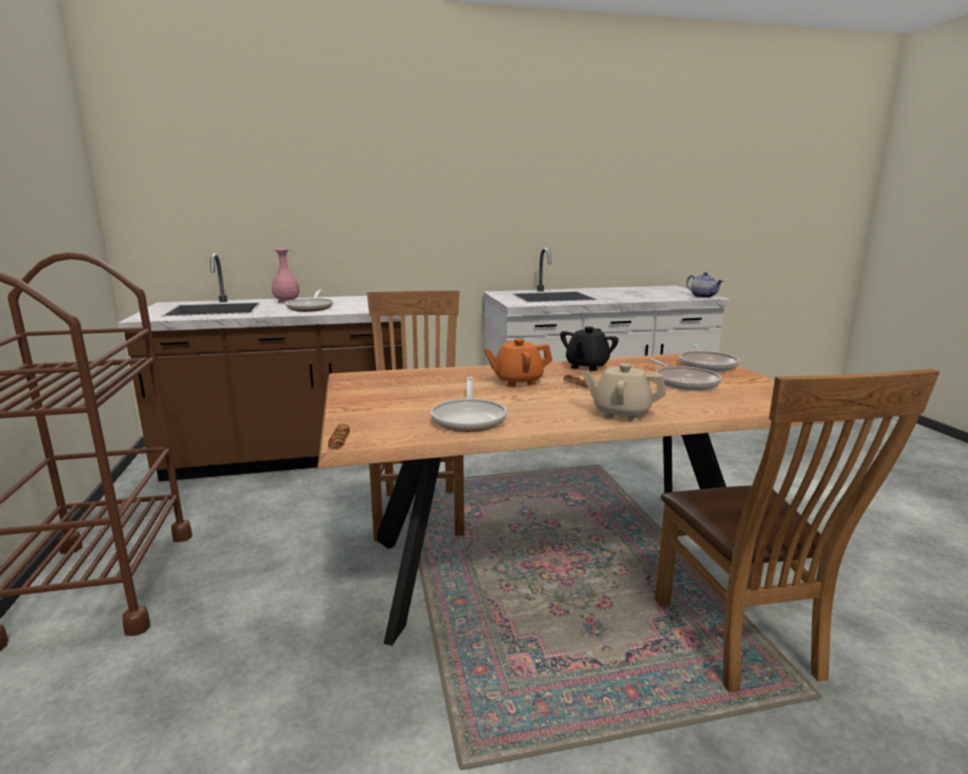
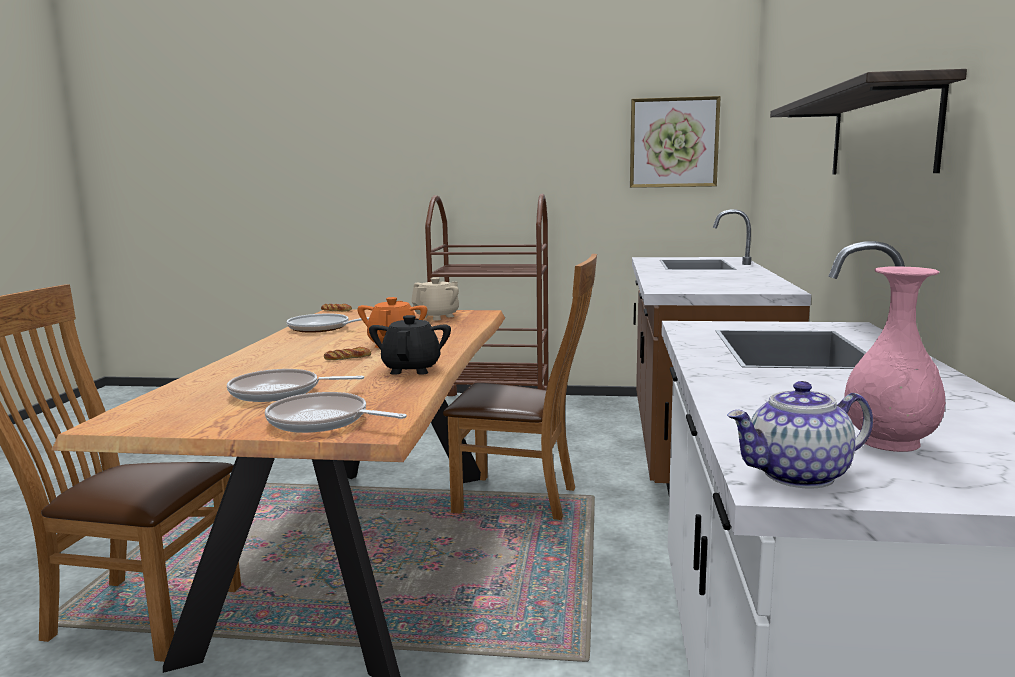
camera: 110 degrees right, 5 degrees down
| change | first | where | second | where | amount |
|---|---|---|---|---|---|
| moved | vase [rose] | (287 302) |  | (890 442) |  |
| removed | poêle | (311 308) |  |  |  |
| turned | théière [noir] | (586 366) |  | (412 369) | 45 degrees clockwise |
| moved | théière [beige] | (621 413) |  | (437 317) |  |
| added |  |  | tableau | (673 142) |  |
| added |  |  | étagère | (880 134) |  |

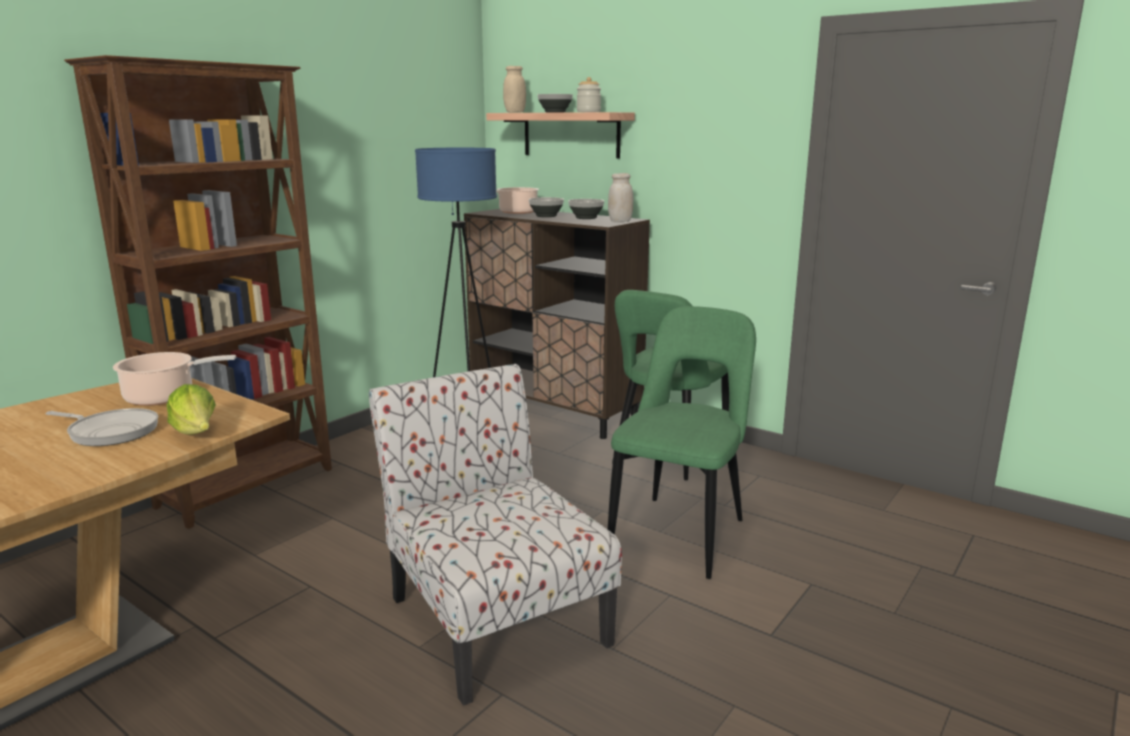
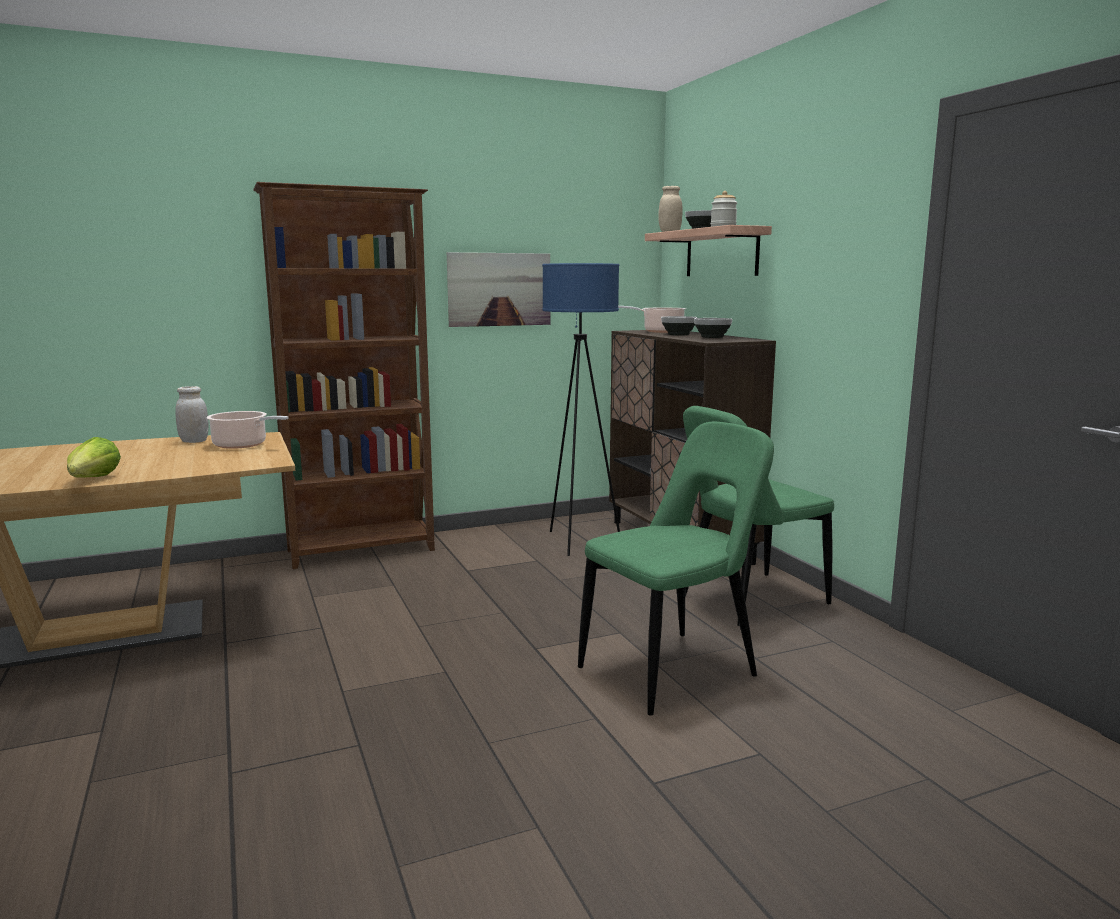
camera: 30 degrees right, 5 degrees down
| change | first | where | second | where | amount |
|---|---|---|---|---|---|
| removed | poêle | (110 432) |  |  |  |
| moved | laitue | (196 434) |  | (93 479) |  |
| removed | chaise | (494 617) |  |  |  |
| moved | bocal [blanc] | (620 221) |  | (194 441) |  |
| added |  |  | tableau | (499 289) |  |

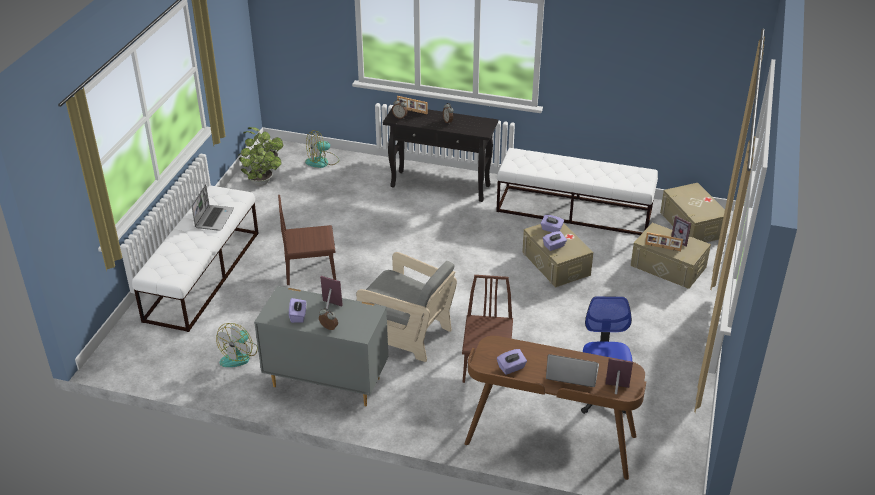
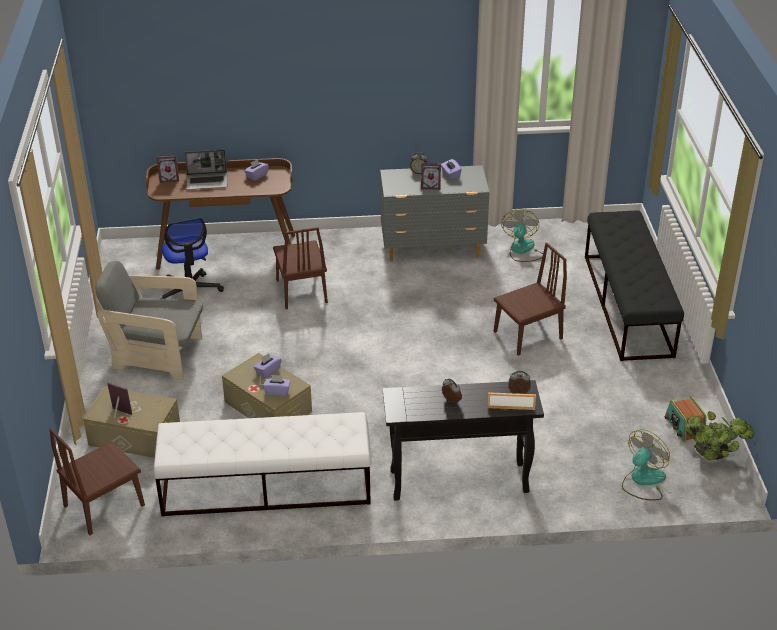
camera: 160 degrees right, 0 degrees up
| change | first | where | second | where | amount |
|---|---|---|---|---|---|
| recoloured | banc [blanc] | (203 275) | banc [noir] | (627 305) |  |
| removed | ordinateur portable | (214 218) |  |  |  |
| replaced | plante en pot | (262 182) | radio | (684 427) |  |
| moved | fauteuil [gris] | (406 334) |  | (158 355) |  |
| removed | cadre photo | (662 247) |  |  |  |
| replaced | boîte de rangement [beige] | (692 225) | chaise [marron] | (104 505) |  |

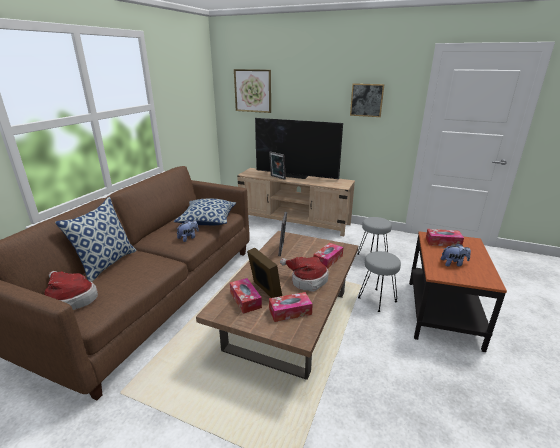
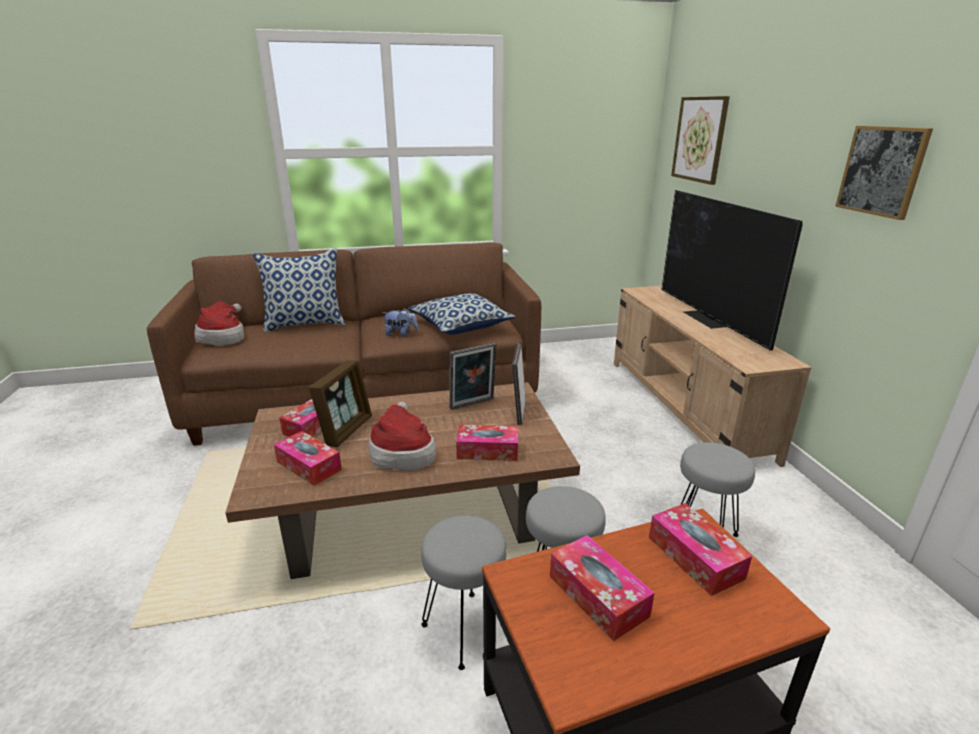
camera: 55 degrees right, 0 degrees up
| change | first | where | second | where | amount |
|---|---|---|---|---|---|
| moved | cadre photo | (277 177) |  | (518 412) |  |
| replaced | peluche | (453 264) | boîte à mouchoirs | (598 596) |  |
| added |  |  | tabouret [gris] | (465 629) |  |

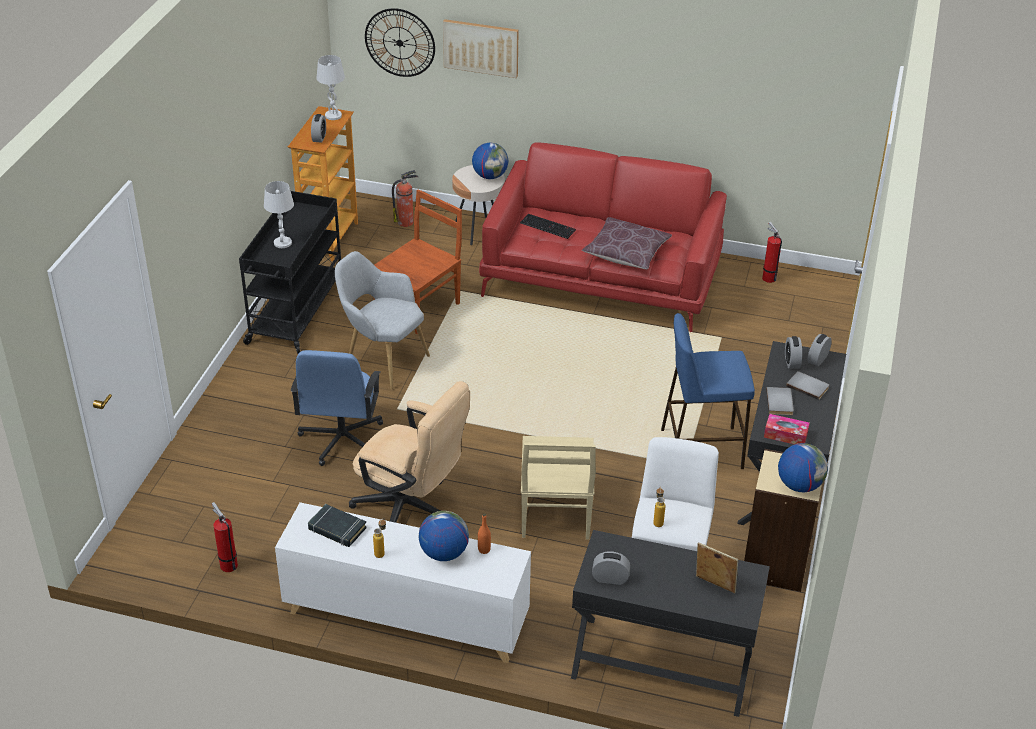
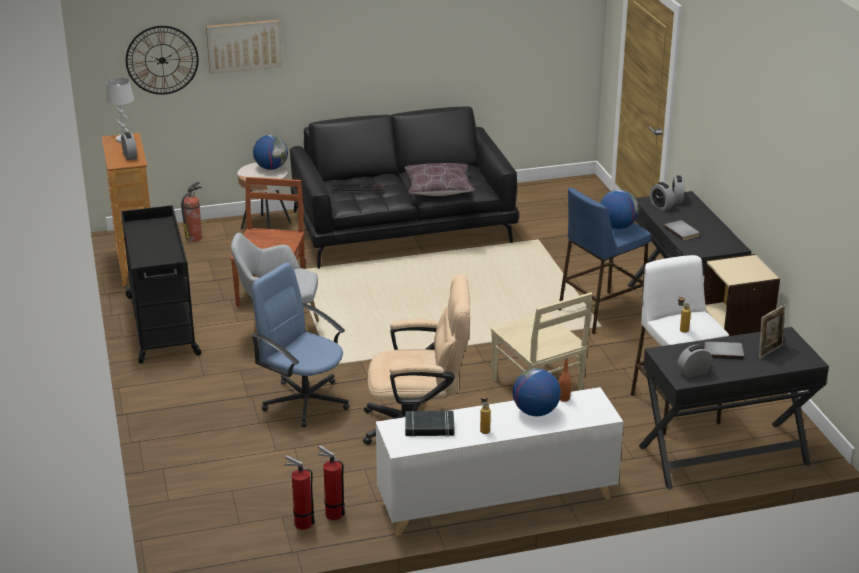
camera: 30 degrees left, 10 degrees down
| change | first | where | second | where | amount |
|---|---|---|---|---|---|
| removed | lampe de table [blanc] | (282 243) |  |  |  |
| turned | chaise de bureau [bleu] | (341 439) |  | (305 401) | 150 degrees clockwise |
| recoloured | canapé [rouge] | (602 276) | canapé [noir] | (403 227) |  |
| turned | cadre photo | (714 585) |  | (769 351) | 135 degrees clockwise |
| moved | extincteur | (768 277) |  | (332 513) |  |
| removed | boîte à mouchoirs | (785 435) |  |  |  |
| moved | globe | (799 485) |  | (617 226) |  |
| moved | livre [gris] | (808 386) |  | (723 351) |  |

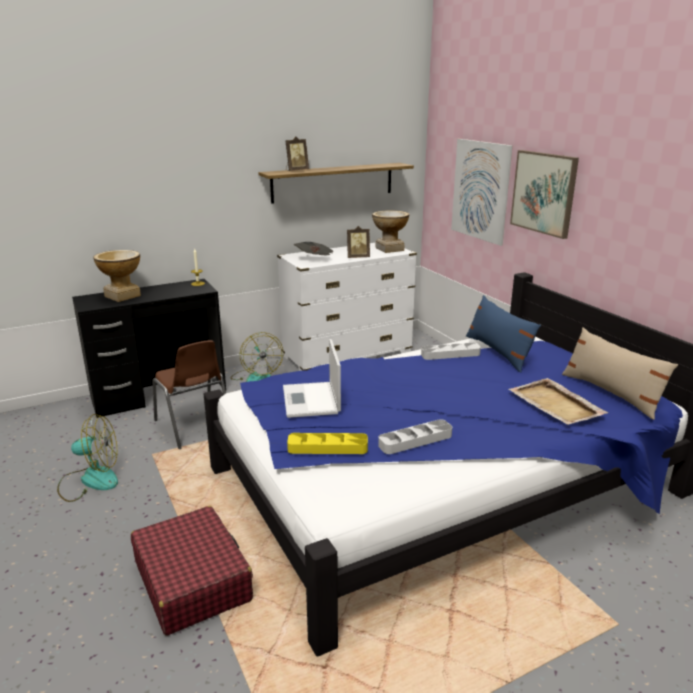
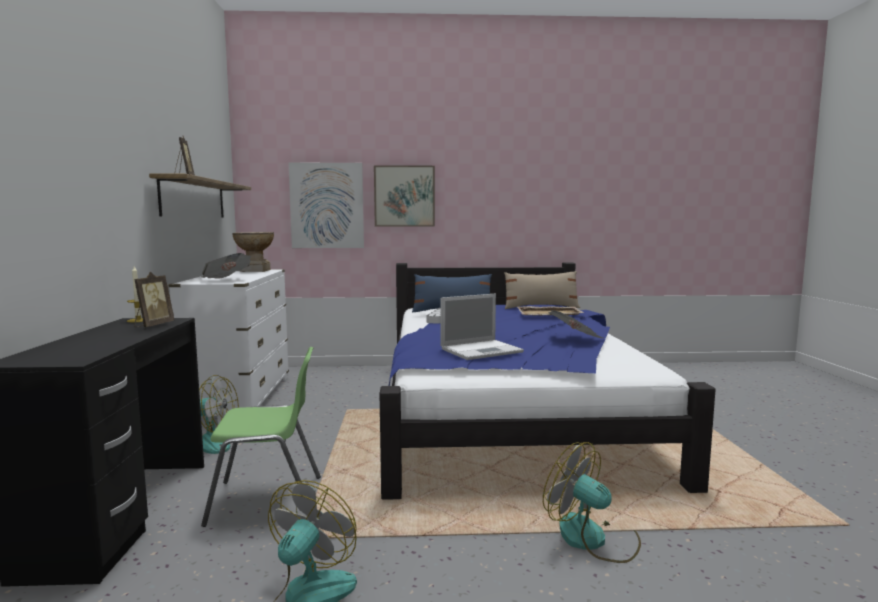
camera: 65 degrees left, 15 degrees down
| change | first | where | second | where | amount |
|---|---|---|---|---|---|
| removed | vase | (122 296) |  |  |  |
| replaced | valise [rouge] | (192 580) | ventilateur | (593 539) |  |
| recoloured | chaise [marron] | (194 427) | chaise [vert] | (268 499) |  |
| turned | ordinateur portable | (311 401) |  | (482 350) | 45 degrees counterclockwise |
| removed | plateau [jaune] | (327 447) |  |  |  |
| moved | cadre photo | (357 257) |  | (153 325) |  |
| replaced | plateau [gris] | (415 440) | journal | (576 339) |  |

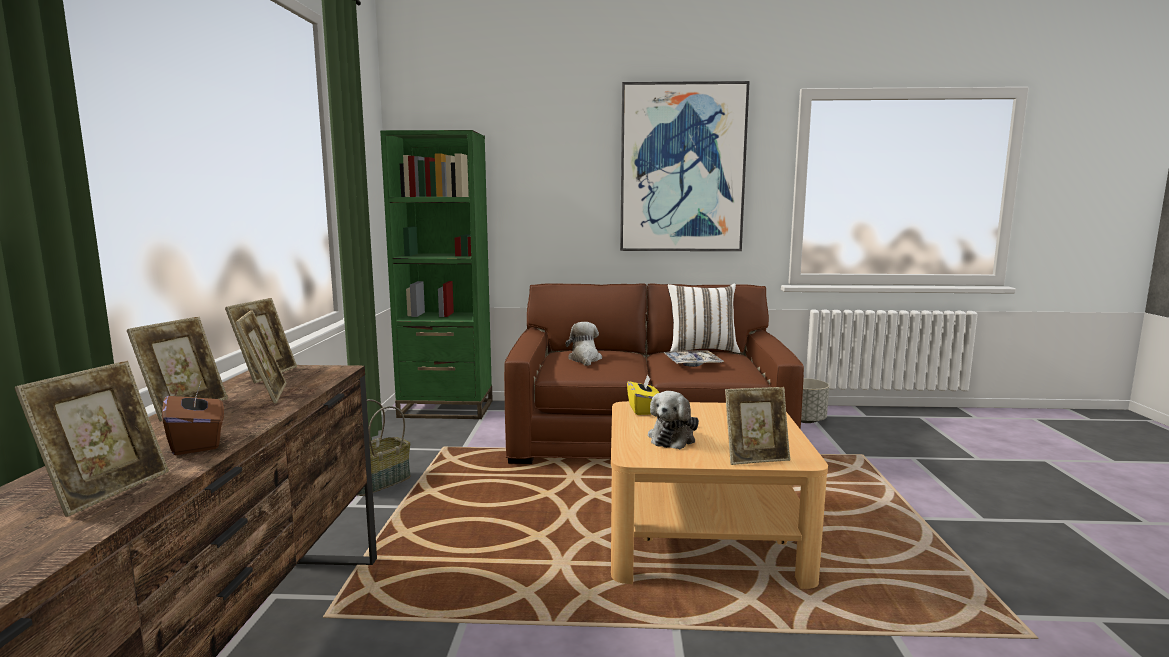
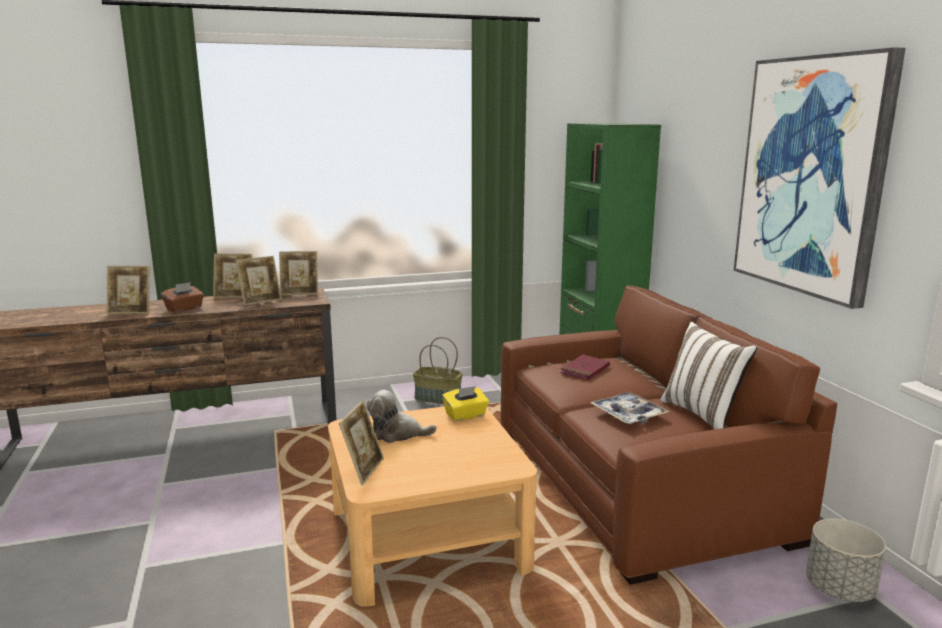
camera: 70 degrees right, 5 degrees up
| change | first | where | second | where | amount |
|---|---|---|---|---|---|
| replaced | peluche | (585 359) | livre [rouge] | (585 370) |  |
| turned | cadre photo | (756 458) |  | (363 470) | 135 degrees counterclockwise |

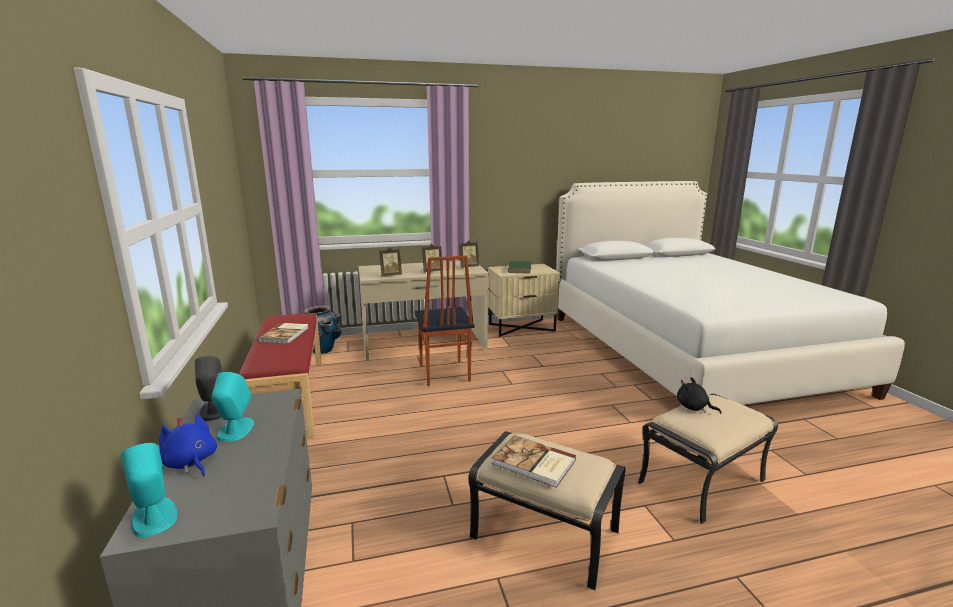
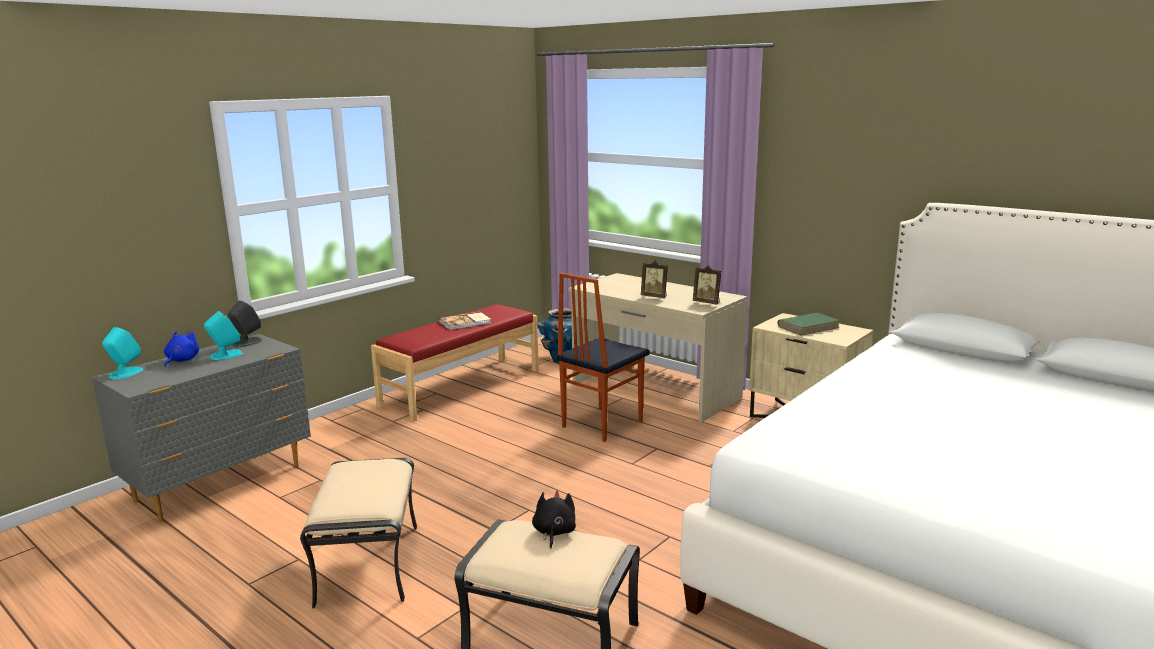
camera: 55 degrees right, 0 degrees up
| change | first | where | second | where | amount |
|---|---|---|---|---|---|
| removed | cadre photo | (390 275) |  |  |  |
| removed | livre | (533 463) |  |  |  |

